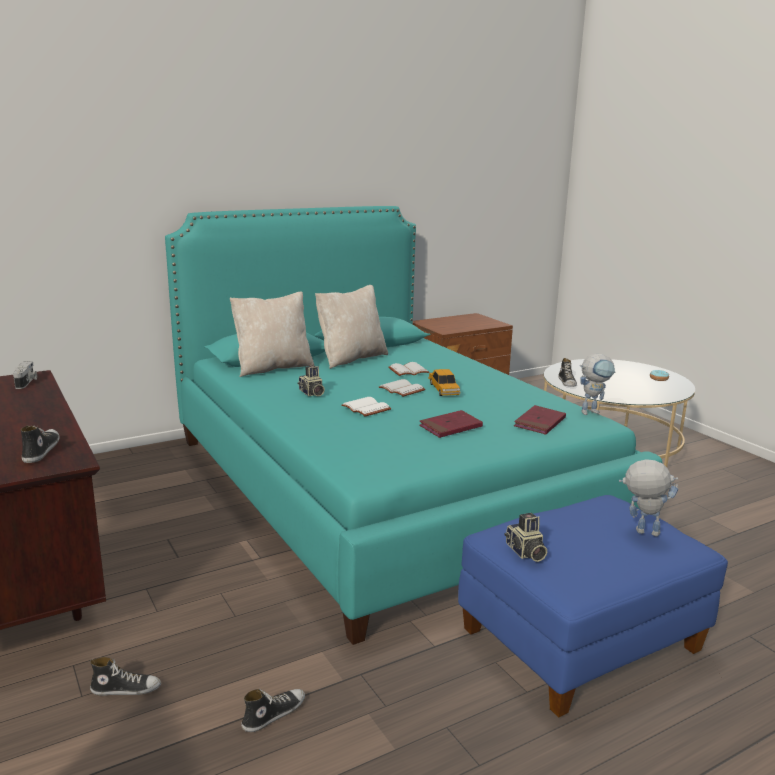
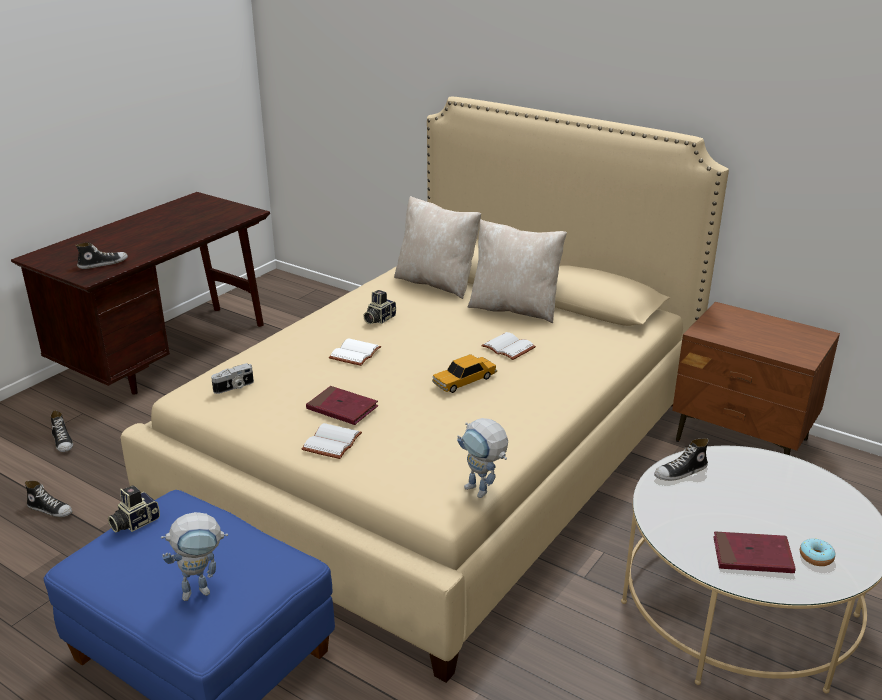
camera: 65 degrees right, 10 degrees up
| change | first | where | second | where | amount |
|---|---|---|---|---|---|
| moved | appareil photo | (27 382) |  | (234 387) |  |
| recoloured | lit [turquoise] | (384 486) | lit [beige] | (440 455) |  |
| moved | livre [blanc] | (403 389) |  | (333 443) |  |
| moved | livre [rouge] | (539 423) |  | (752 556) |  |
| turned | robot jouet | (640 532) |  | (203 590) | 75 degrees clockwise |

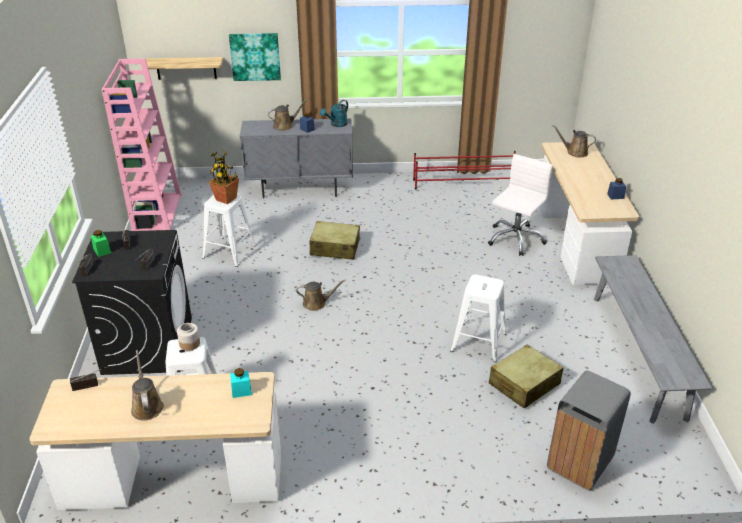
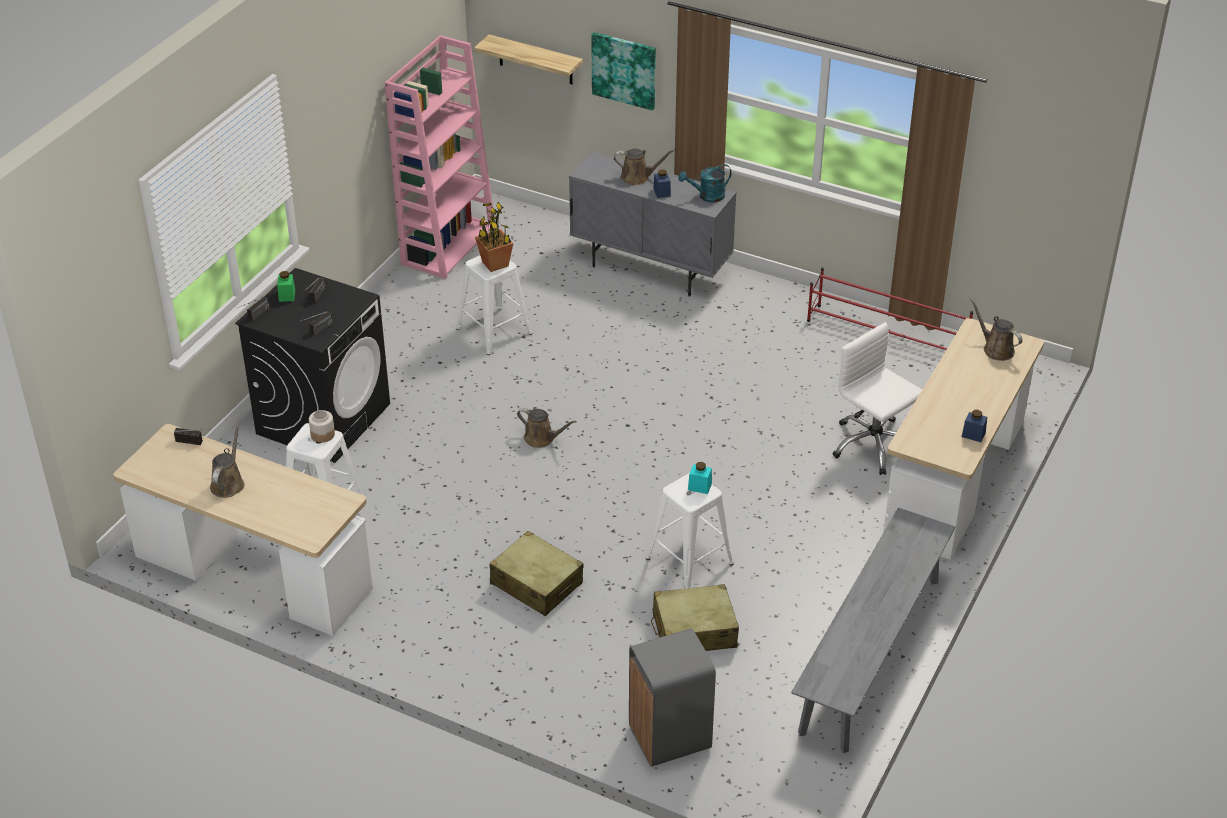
camera: 30 degrees right, 5 degrees up
| change | first | where | second | where | amount |
|---|---|---|---|---|---|
| moved | bocal [turquoise] | (241 391) |  | (699 486) |  |
| moved | valise [beige] | (335 248) |  | (536 583) |  |
| turned | chaise de bureau [blanc] | (515 239) |  | (873 445) | 105 degrees counterclockwise |

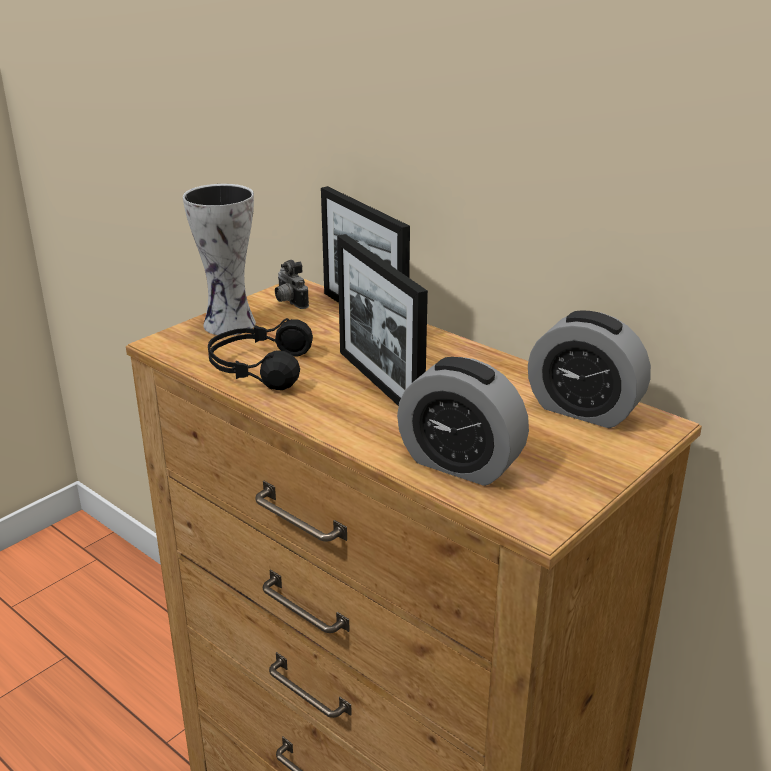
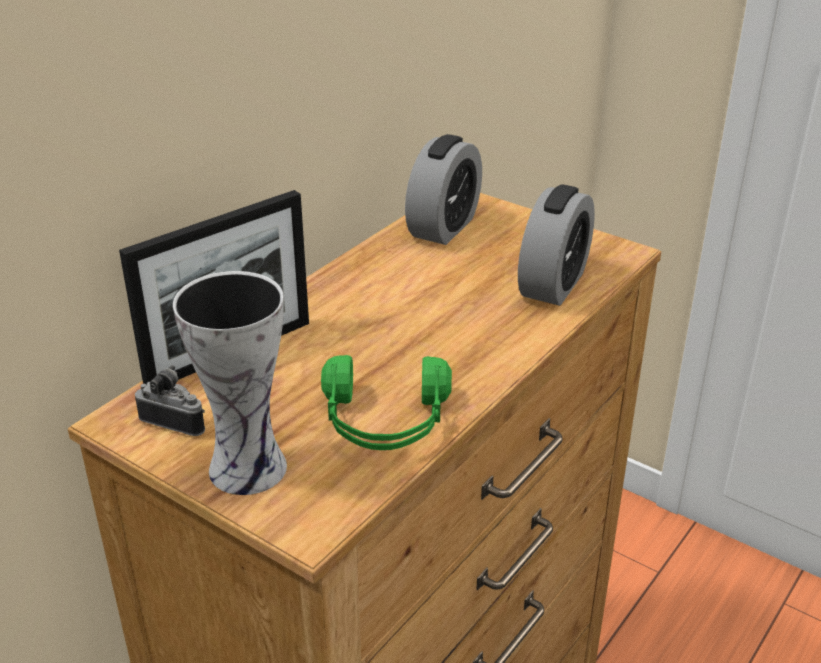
camera: 95 degrees left, 5 degrees up
| change | first | where | second | where | amount |
|---|---|---|---|---|---|
| recoloured | casque audio [noir] | (259 368) | casque audio [vert] | (385 422) |  |
| turned | appareil photo | (289 302) |  | (176 421) | 120 degrees counterclockwise |
| removed | cadre photo | (379 384) |  |  |  |

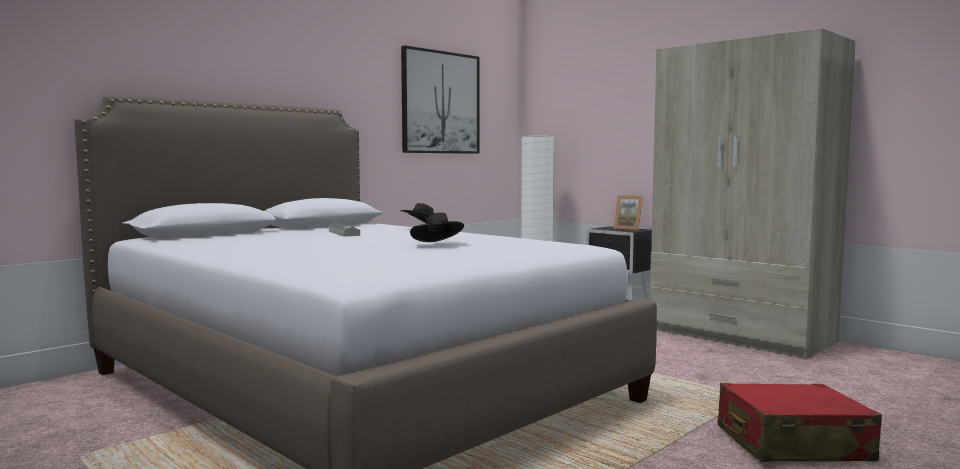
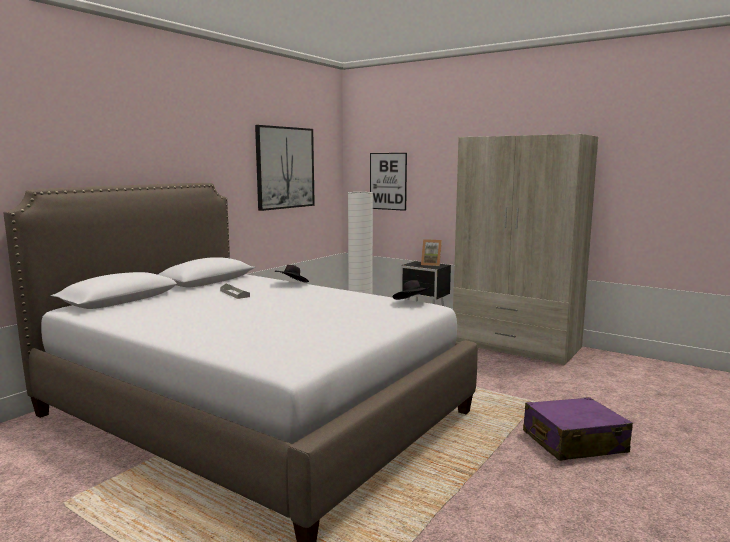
camera: 10 degrees left, 5 degrees up
| change | first | where | second | where | amount |
|---|---|---|---|---|---|
| moved | chapeau [noir] | (438 244) |  | (412 302) |  |
| recoloured | valise [rouge] | (792 444) | valise [violet] | (573 442) |  |
| added |  |  | tableau | (388 181) |  |

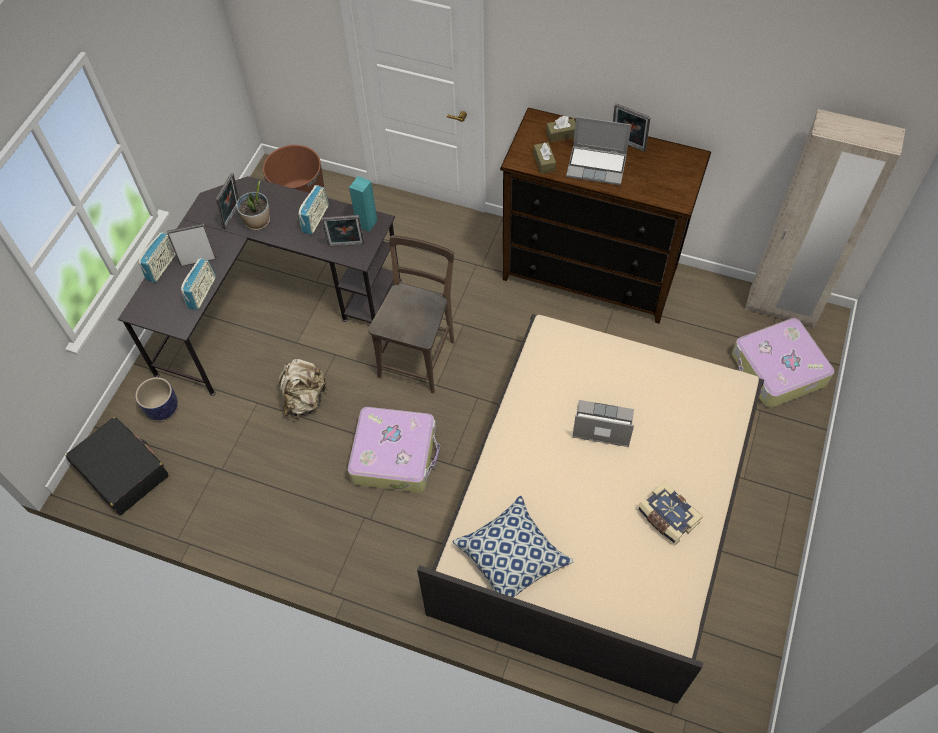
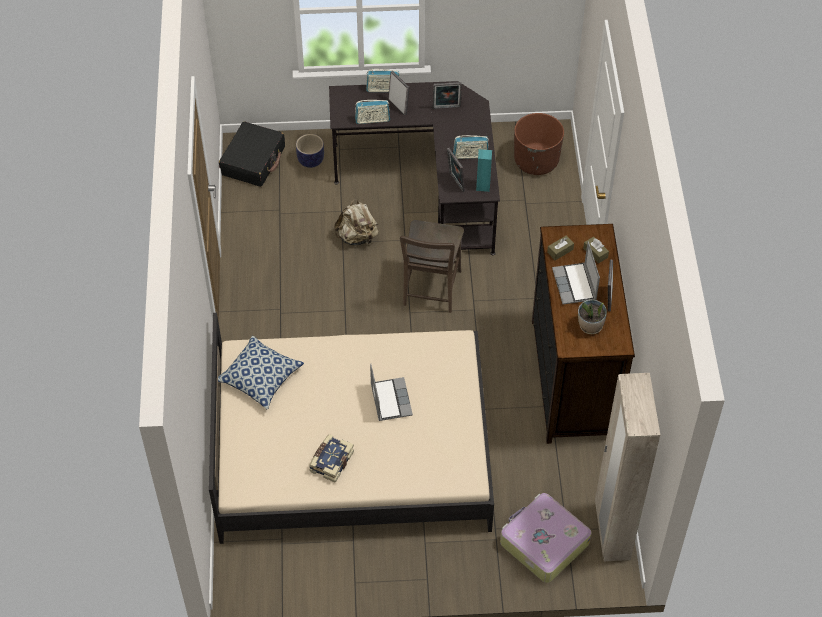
camera: 65 degrees right, 5 degrees down
| change | first | where | second | where | amount |
|---|---|---|---|---|---|
| moved | plante en pot | (258 222) |  | (590 326) |  |
| removed | valise | (395 455) |  |  |  |
| turned | chaise [marron] | (418 355) |  | (431 291) | 105 degrees clockwise |

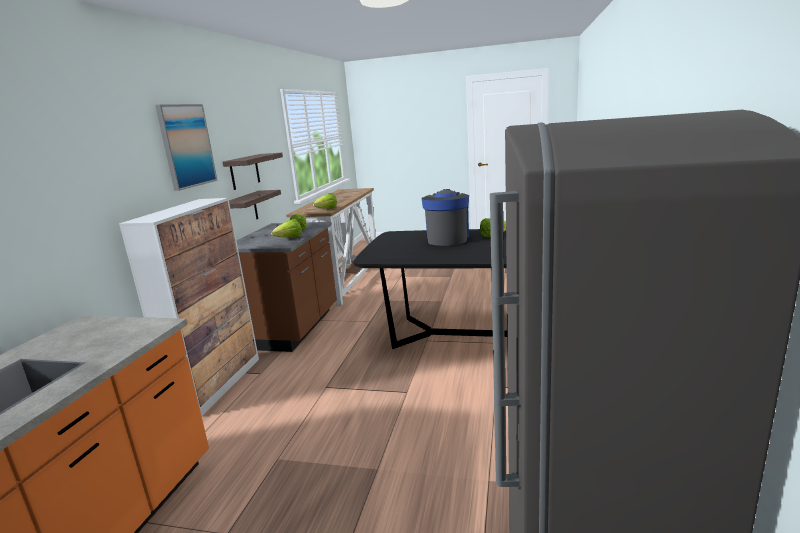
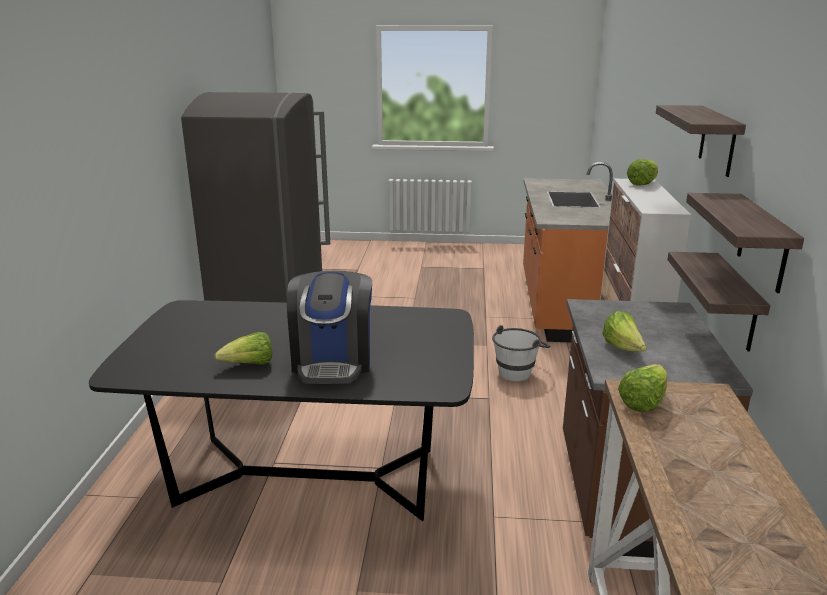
camera: 170 degrees right, 5 degrees up
| change | first | where | second | where | amount |
|---|---|---|---|---|---|
| replaced | tableau | (186 146) | étagère | (717 140) |  |
| moved | laitue | (289 239) |  | (642 183) |  |
| added |  |  | seau [blanc] | (518 371) |  |

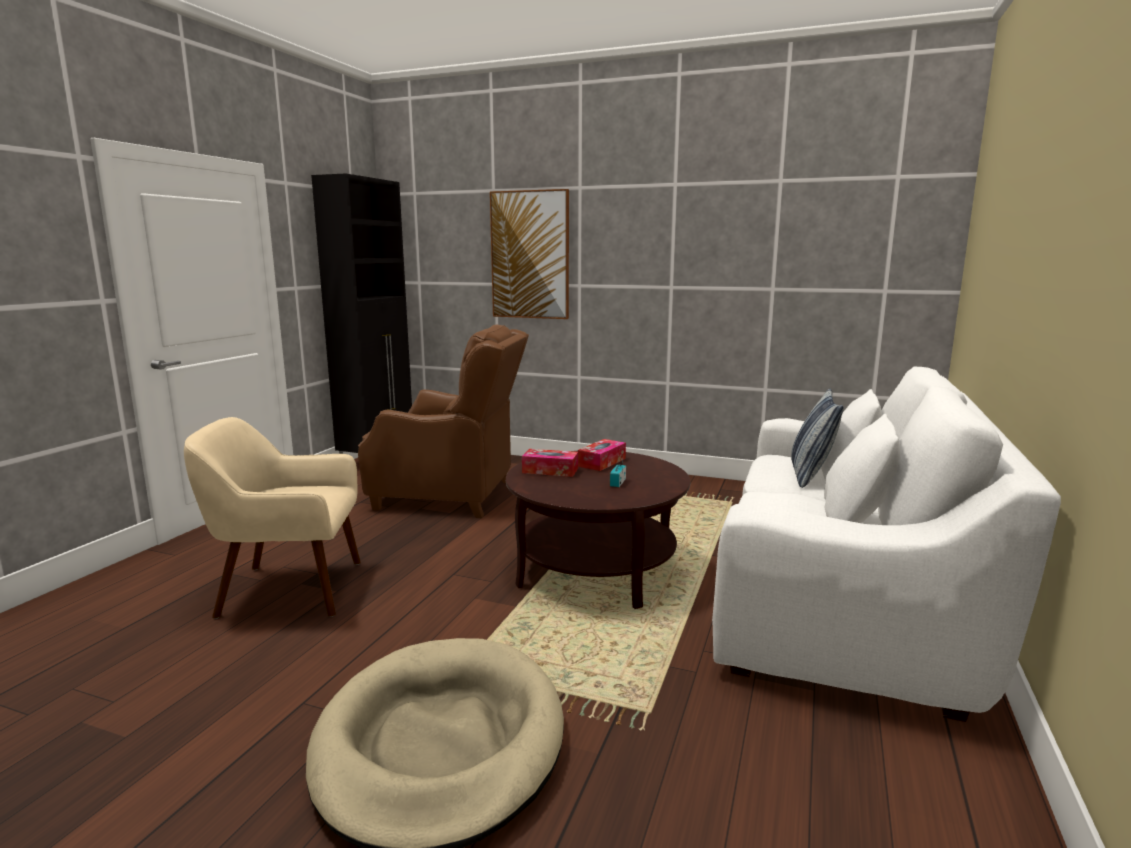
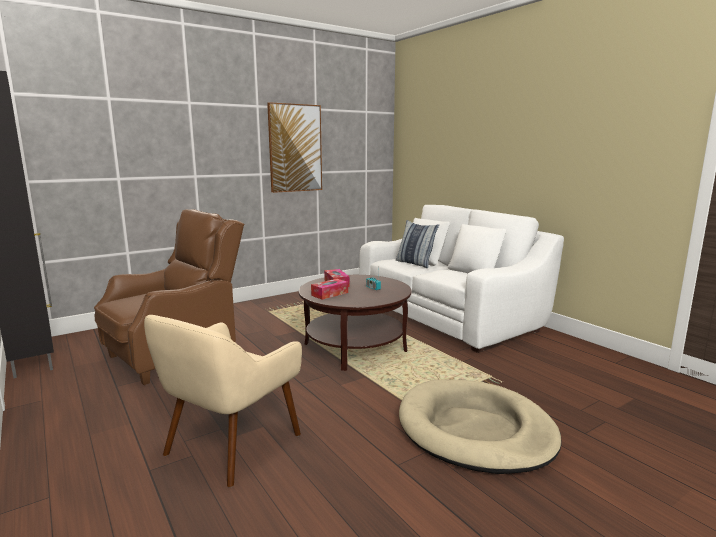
camera: 55 degrees left, 0 degrees up
| change | first | where | second | where | amount |
|---|---|---|---|---|---|
| moved | tableau | (530 255) |  | (295 148) |  |

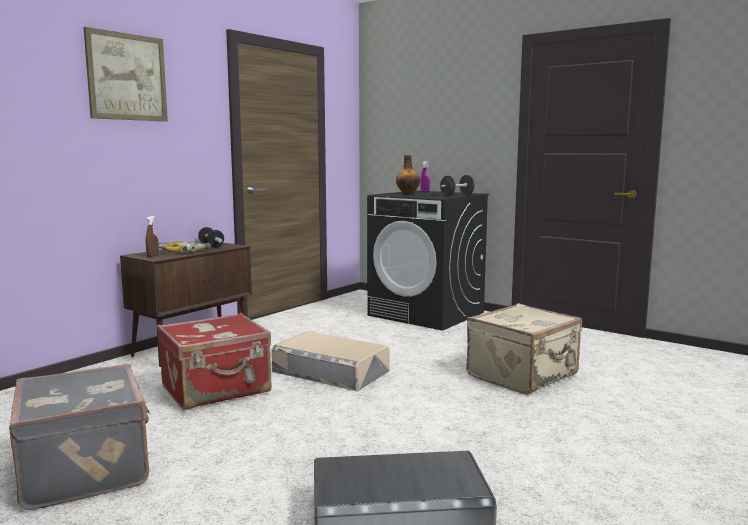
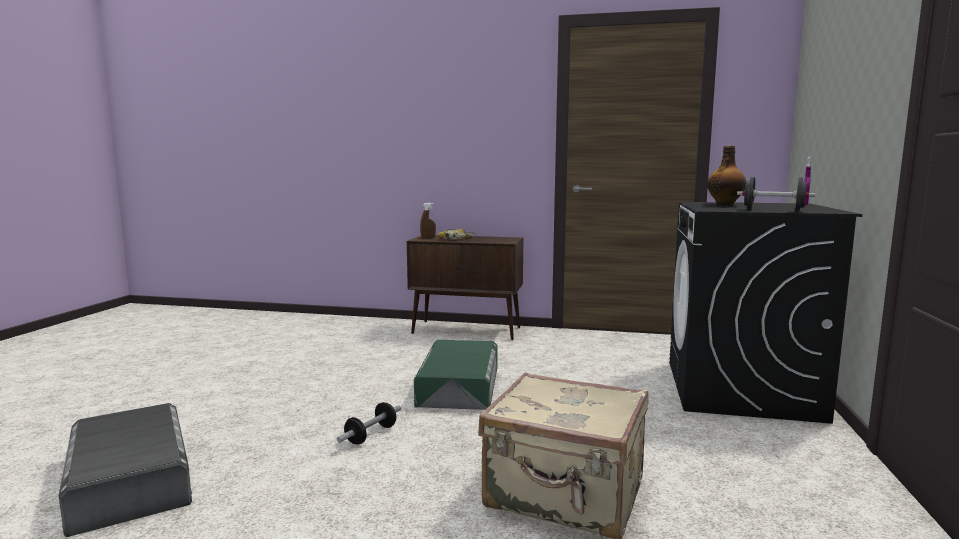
camera: 65 degrees right, 0 degrees up
| change | first | where | second | where | amount |
|---|---|---|---|---|---|
| removed | valise [gris] | (87 469) |  |  |  |
| removed | tableau | (127 77) |  |  |  |
| removed | valise [rouge] | (217 390) |  |  |  |
| moved | haltère | (211 245) |  | (371 435) |  |
| recoloured | boîte de rangement [beige] | (331 371) | boîte de rangement [vert] | (459 386) |  |

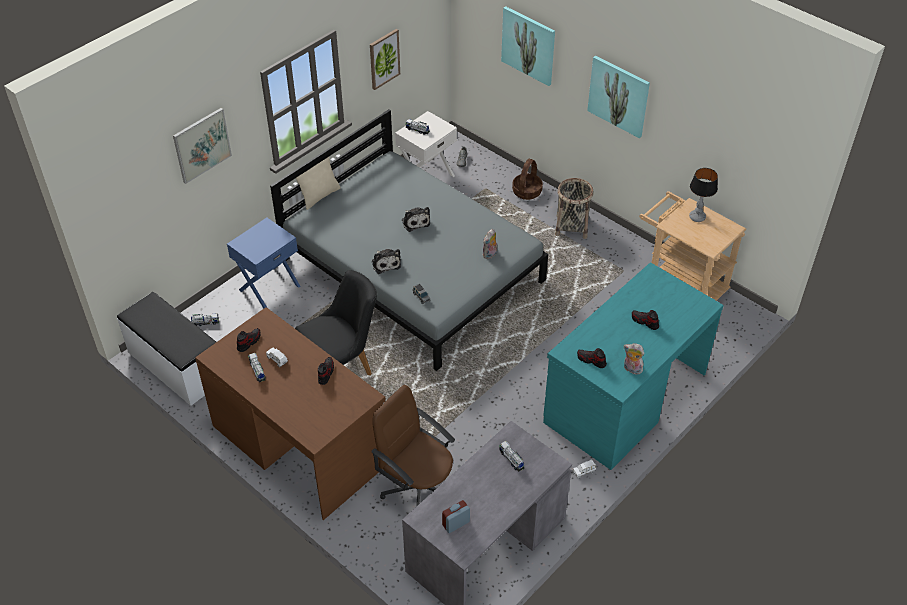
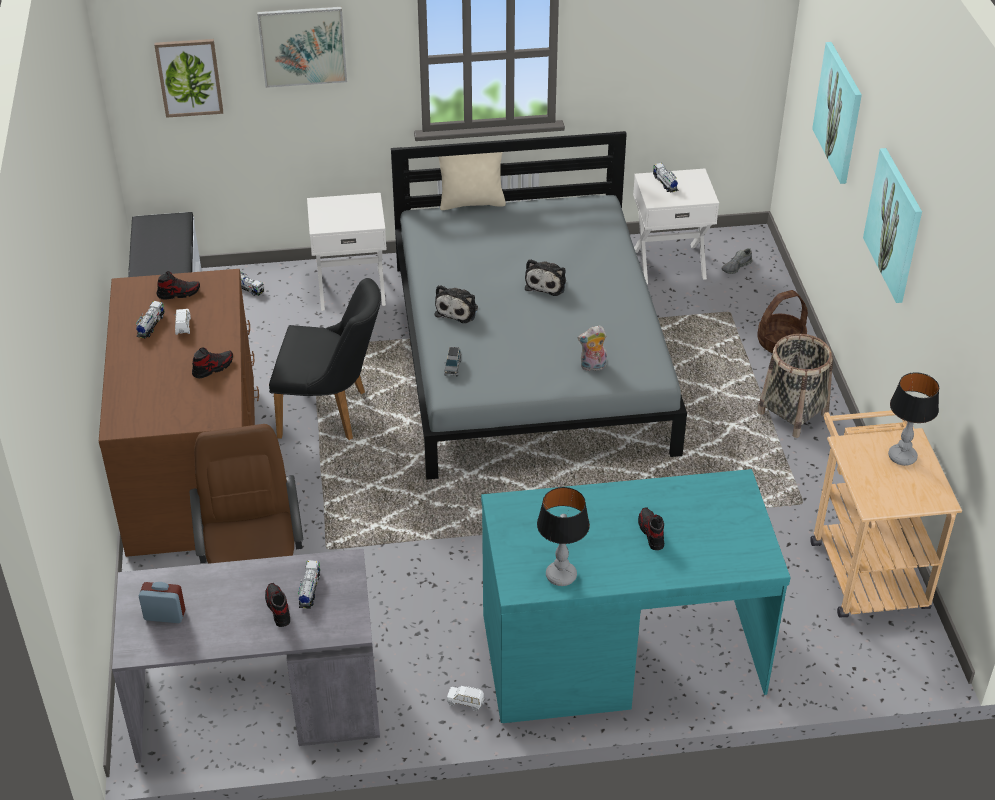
camera: 40 degrees right, 5 degrees down
| change | first | where | second | where | amount |
|---|---|---|---|---|---|
| recoloured | table de chevet [bleu] | (269 287) | table de chevet [blanc] | (351 288) |  |
| moved | tableau | (384 59) |  | (189 77) |  |
| moved | chaussure | (591 360) |  | (278 609) |  |
| replaced | peluche | (631 369) | lampe de table | (561 576) |  |

